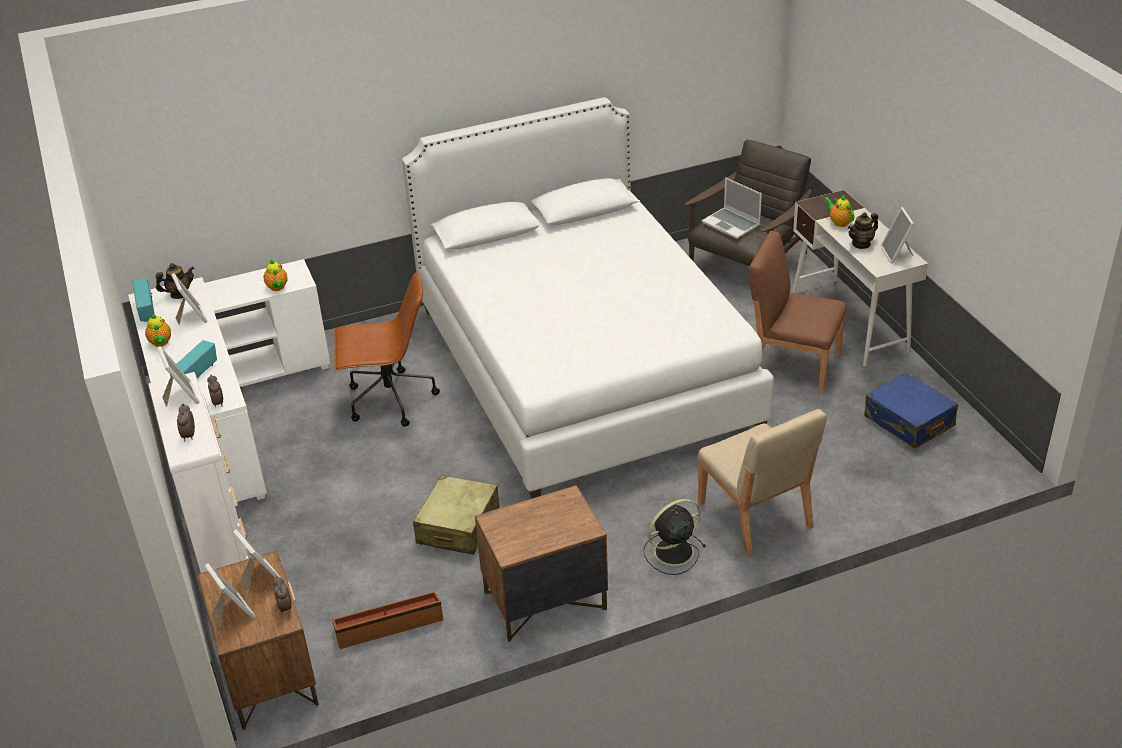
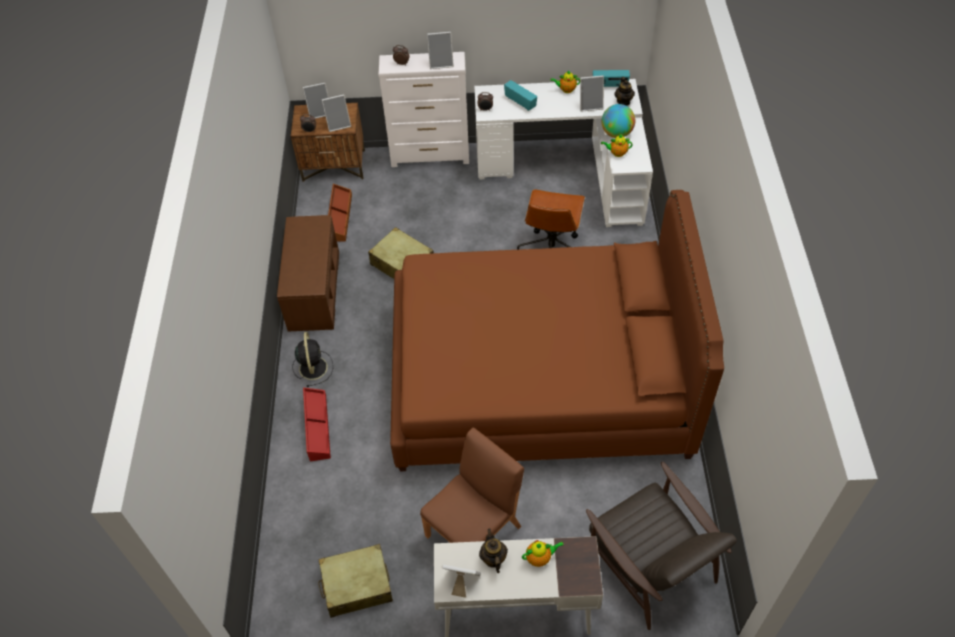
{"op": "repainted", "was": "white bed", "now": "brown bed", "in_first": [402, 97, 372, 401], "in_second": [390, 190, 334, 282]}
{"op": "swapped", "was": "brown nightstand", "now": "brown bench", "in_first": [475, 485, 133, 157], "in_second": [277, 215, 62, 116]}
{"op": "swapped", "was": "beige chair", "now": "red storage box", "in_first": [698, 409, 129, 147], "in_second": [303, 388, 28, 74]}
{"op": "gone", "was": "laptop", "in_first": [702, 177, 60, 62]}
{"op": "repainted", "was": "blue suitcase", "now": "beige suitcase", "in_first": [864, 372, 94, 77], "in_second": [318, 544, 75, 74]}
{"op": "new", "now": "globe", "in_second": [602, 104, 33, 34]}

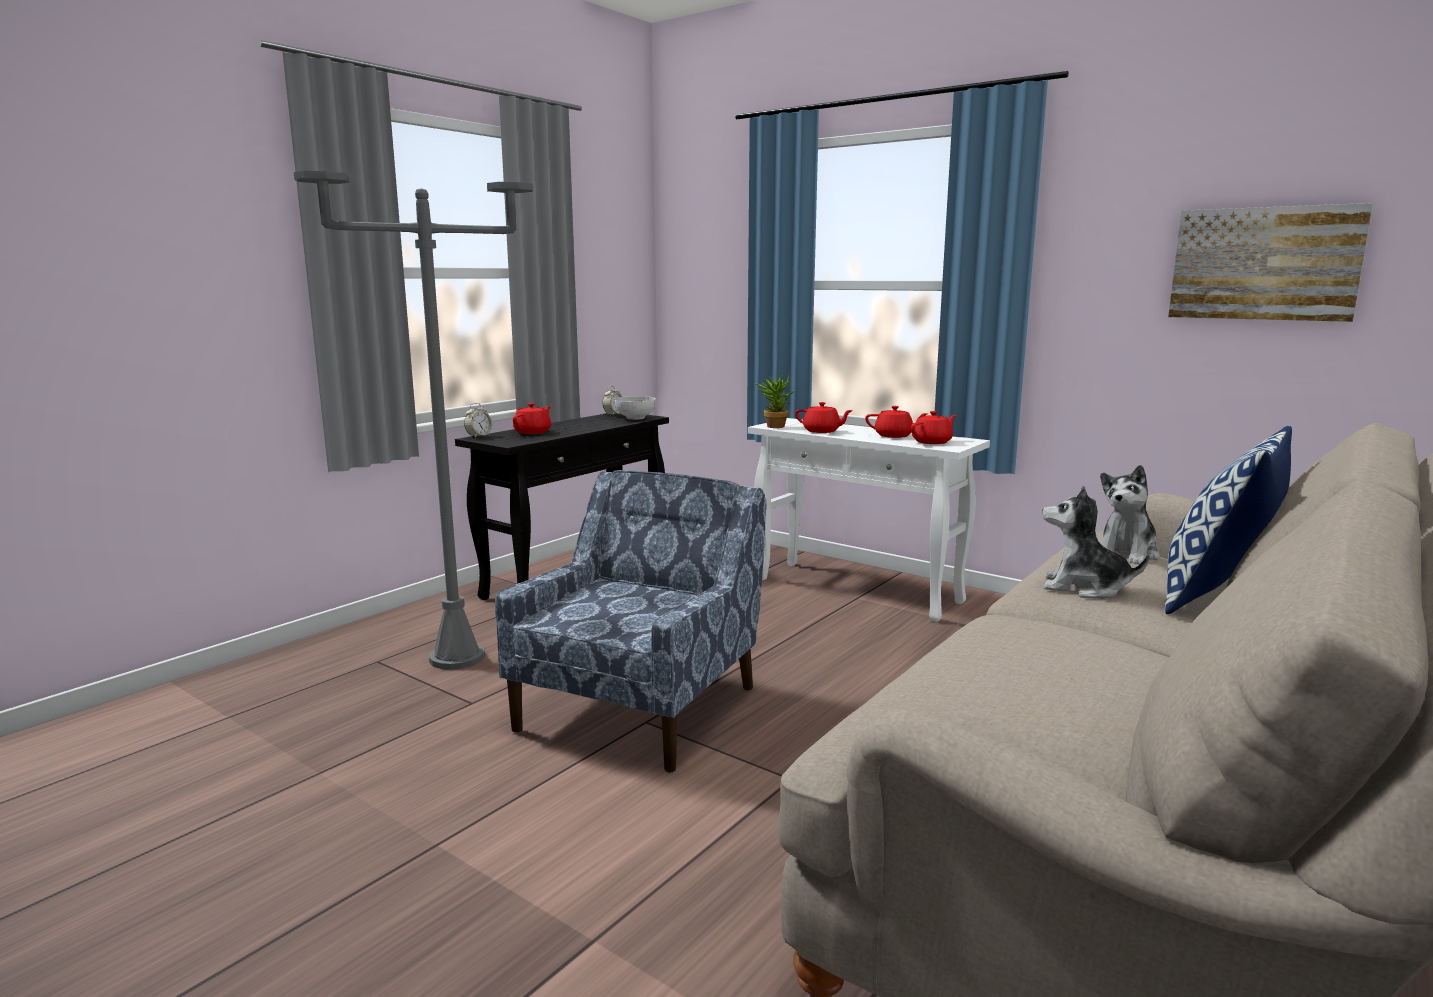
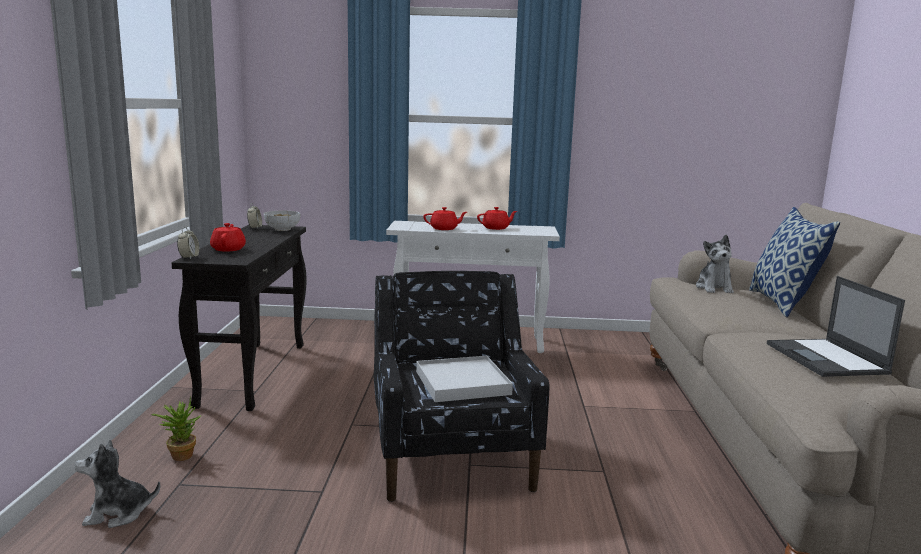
{"op": "gone", "was": "grey floor lamp", "in_first": [293, 171, 240, 499]}
{"op": "repainted", "was": "blue armchair", "now": "black armchair", "in_first": [495, 470, 272, 303], "in_second": [374, 271, 176, 231]}
{"op": "shifted", "was": "potted plant", "in_first": [755, 375, 39, 53], "in_second": [151, 396, 50, 65]}
{"op": "gone", "was": "red teapot", "in_first": [911, 411, 45, 33]}
{"op": "shifted", "was": "plush toy", "in_first": [1042, 486, 108, 112], "in_second": [75, 440, 85, 88]}
{"op": "gone", "was": "picture", "in_first": [1168, 203, 205, 119]}
{"op": "new", "now": "white tray", "in_second": [416, 356, 97, 46]}
{"op": "new", "now": "laptop", "in_second": [767, 276, 138, 101]}

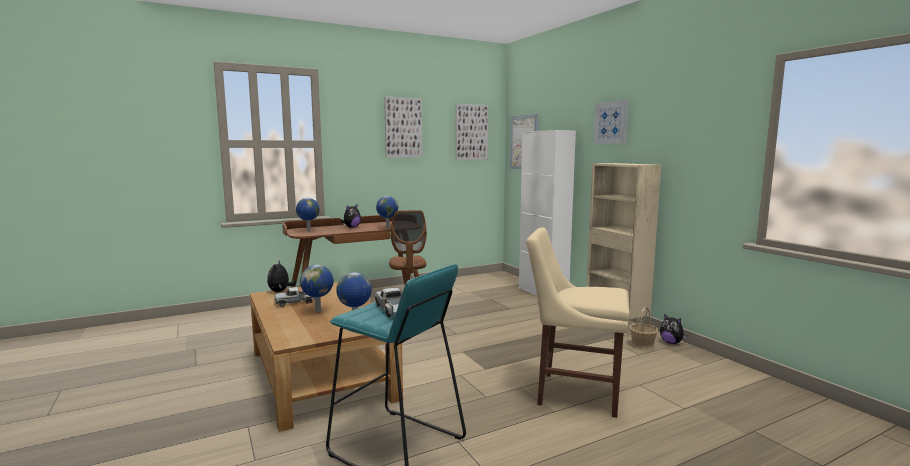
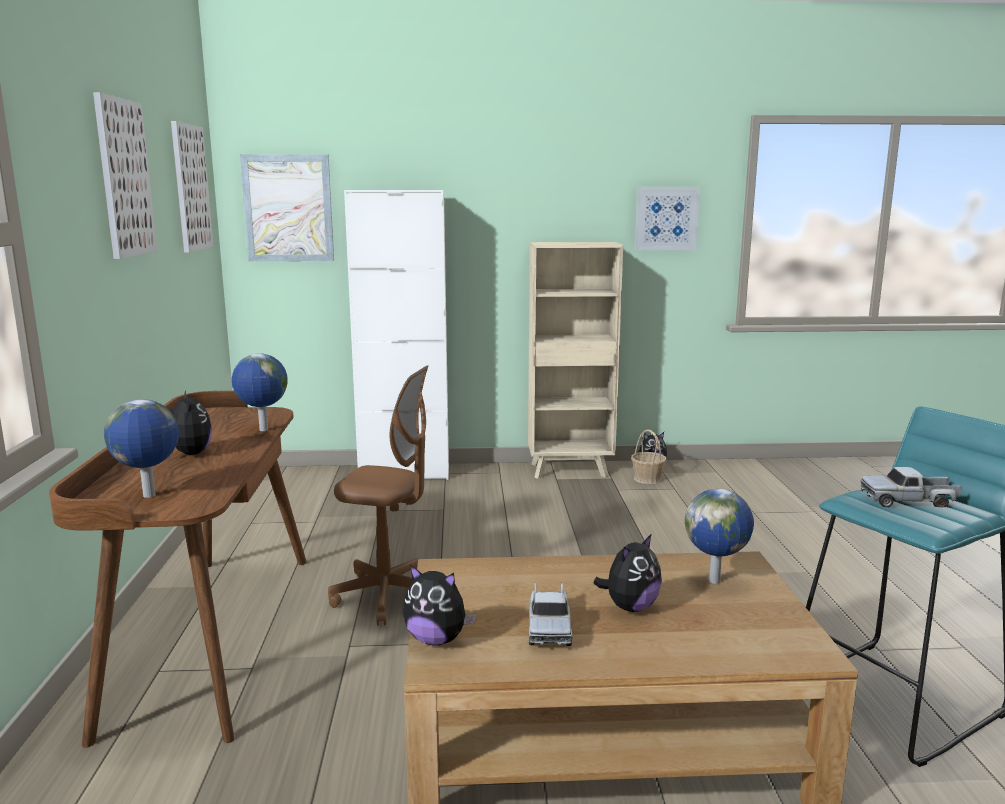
{"op": "swapped", "was": "globe", "now": "plush toy", "in_first": [300, 265, 34, 47], "in_second": [593, 533, 69, 79]}
{"op": "gone", "was": "beige chair", "in_first": [526, 227, 104, 191]}
{"op": "shifted", "was": "picture", "in_first": [594, 100, 35, 44], "in_second": [635, 187, 65, 63]}

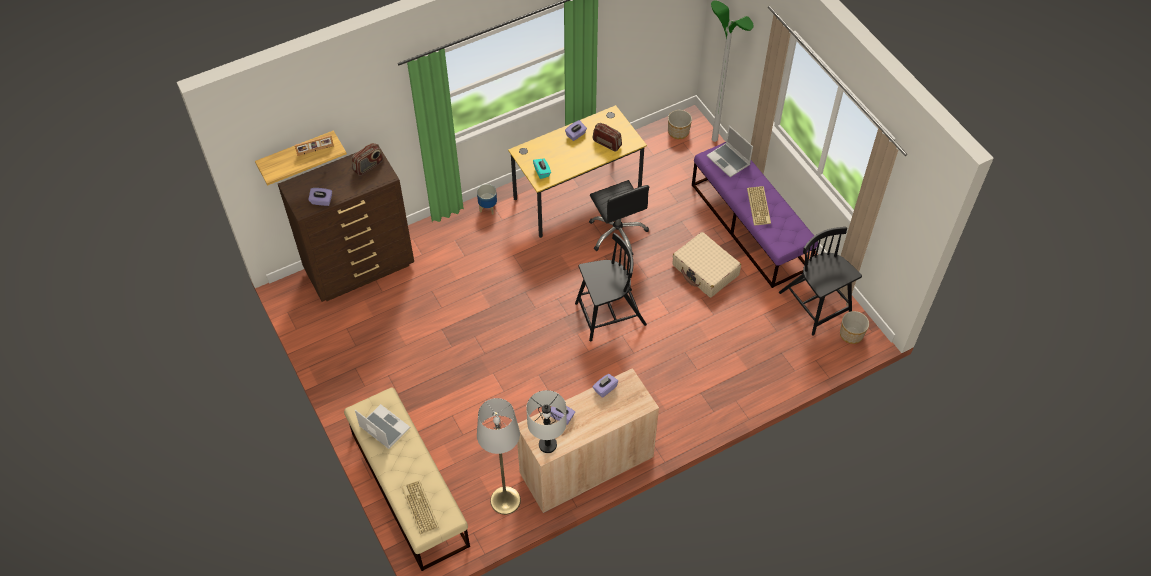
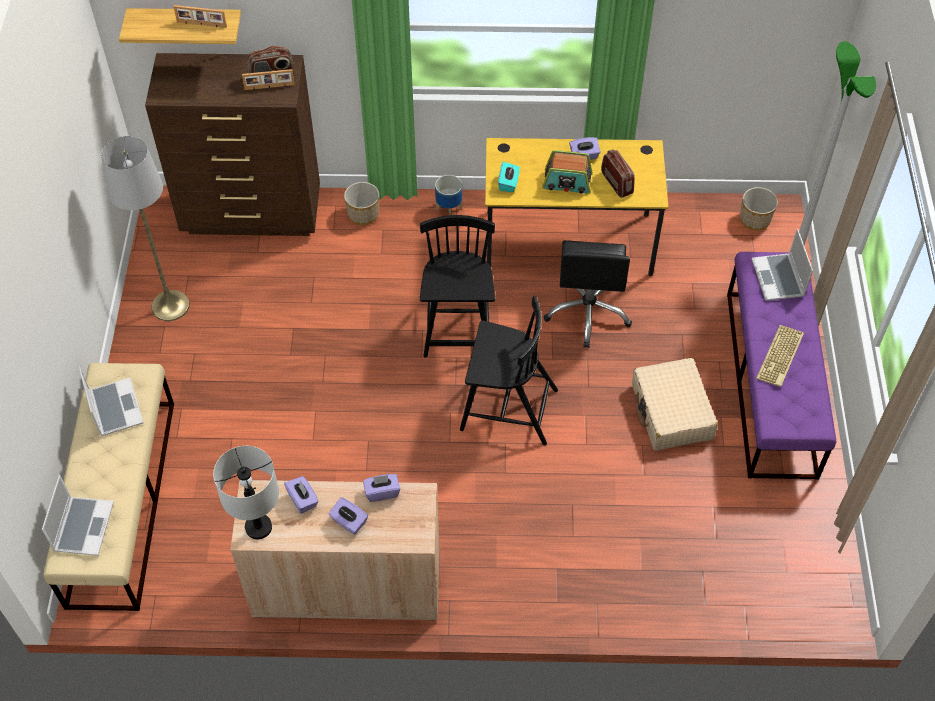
{"op": "shifted", "was": "purple tissue box", "in_first": [308, 188, 24, 18], "in_second": [329, 497, 39, 38]}
{"op": "swapped", "was": "keyboard", "now": "laptop", "in_first": [402, 480, 37, 54], "in_second": [42, 475, 72, 81]}
{"op": "shifted", "was": "grey floor lamp", "in_first": [477, 398, 44, 117], "in_second": [101, 136, 89, 185]}
{"op": "shifted", "was": "black chair", "in_first": [779, 227, 83, 109], "in_second": [420, 215, 75, 143]}
{"op": "shifted", "was": "planter", "in_first": [840, 311, 29, 33], "in_second": [344, 182, 35, 43]}
{"op": "new", "now": "picture frame", "in_second": [242, 69, 53, 21]}
{"op": "new", "now": "radio", "in_second": [542, 150, 51, 44]}

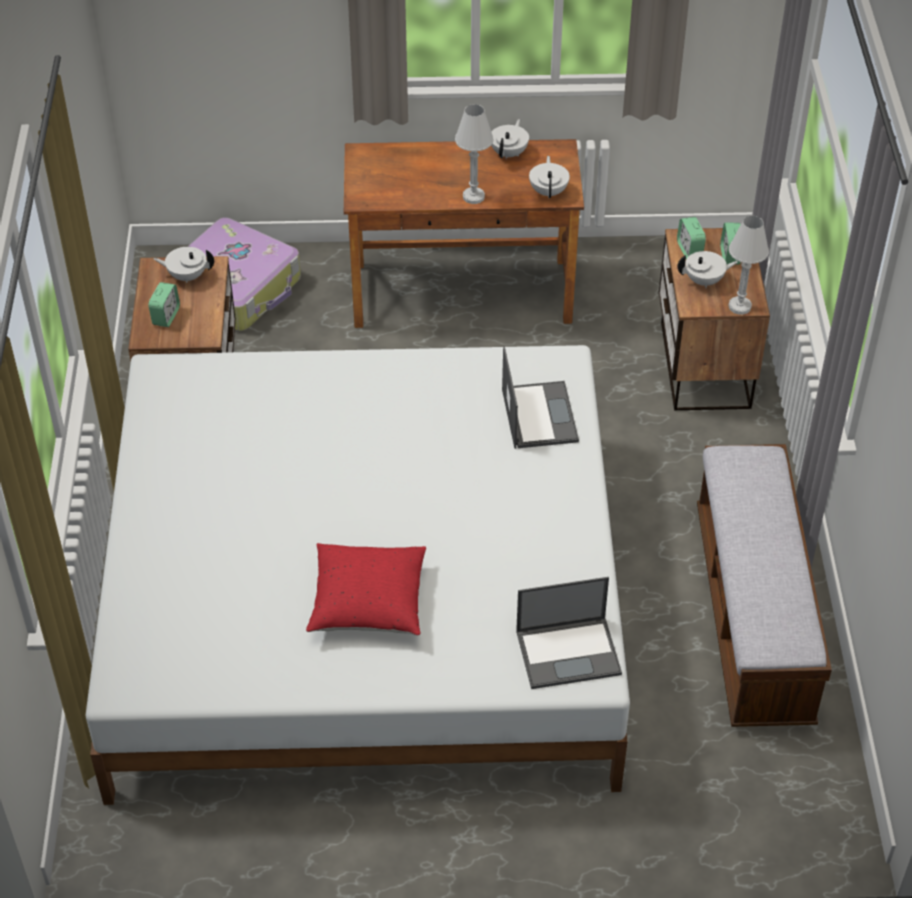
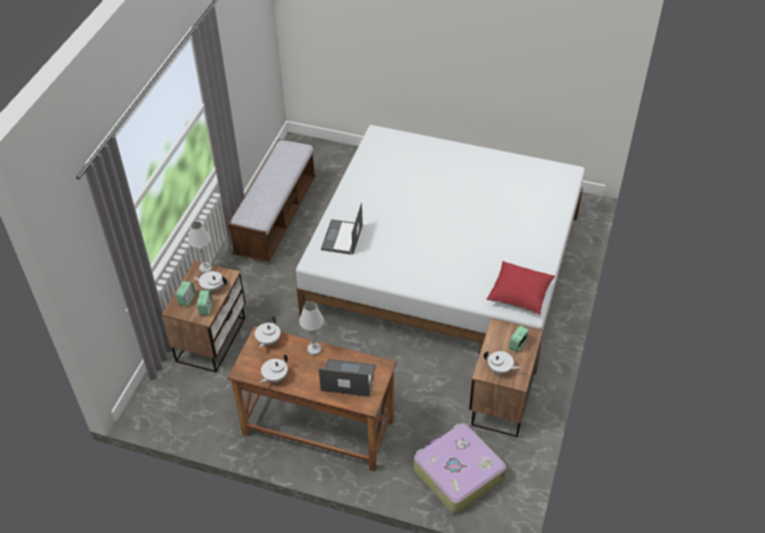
{"op": "shifted", "was": "red pillow", "in_first": [306, 543, 120, 93], "in_second": [486, 261, 69, 54]}
{"op": "shifted", "was": "laptop", "in_first": [516, 577, 106, 112], "in_second": [319, 359, 56, 38]}

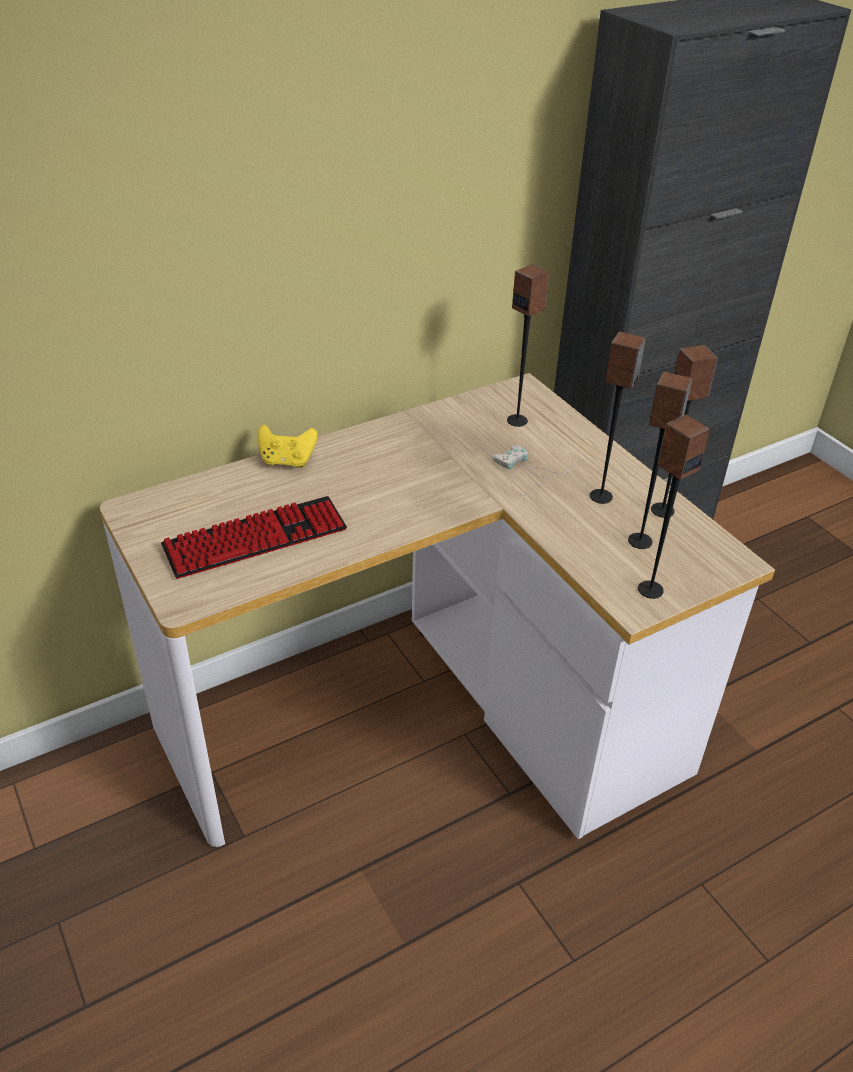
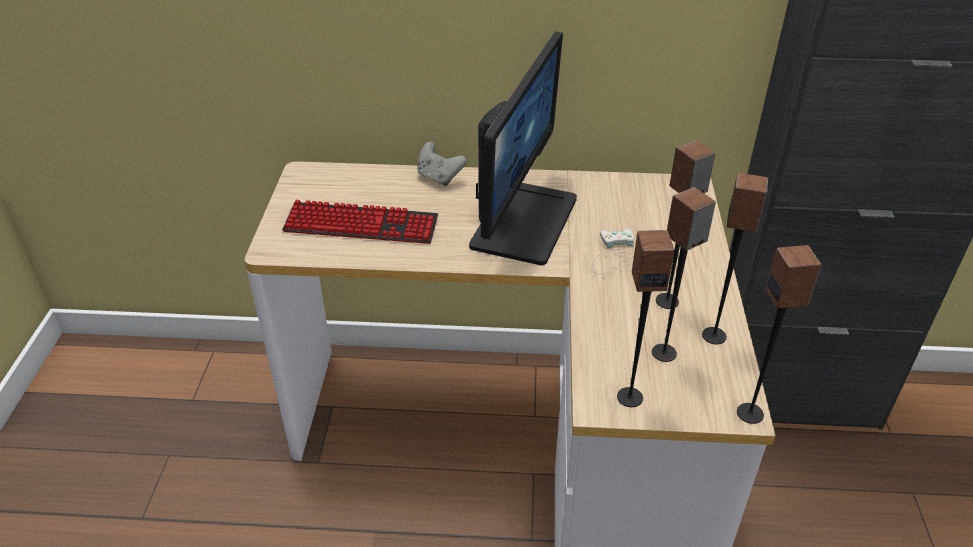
{"op": "repainted", "was": "yellow game controller", "now": "grey game controller", "in_first": [257, 424, 61, 44], "in_second": [417, 142, 50, 44]}
{"op": "shifted", "was": "speaker", "in_first": [507, 264, 42, 163], "in_second": [737, 245, 85, 179]}
{"op": "new", "now": "monitor", "in_second": [469, 31, 108, 234]}

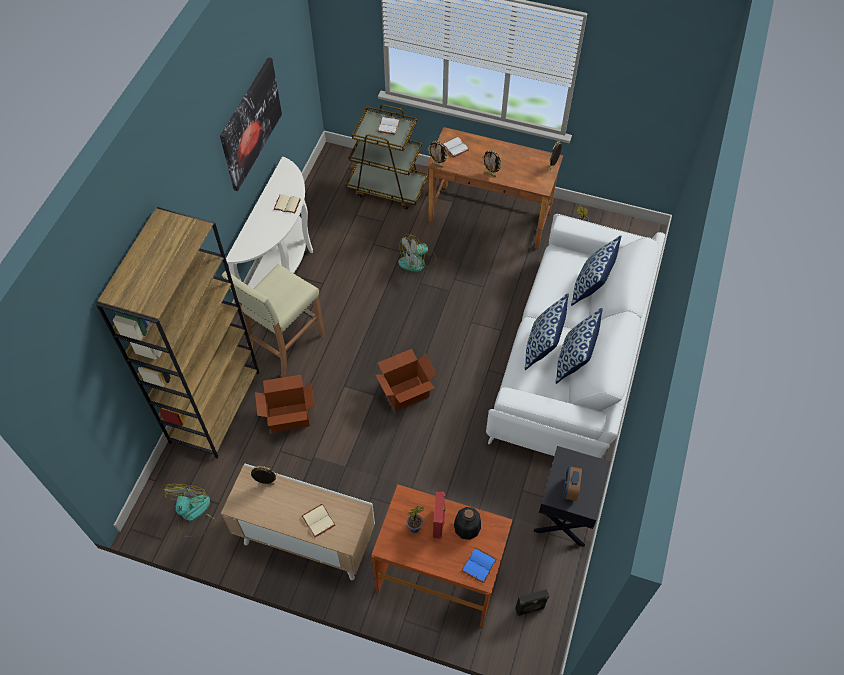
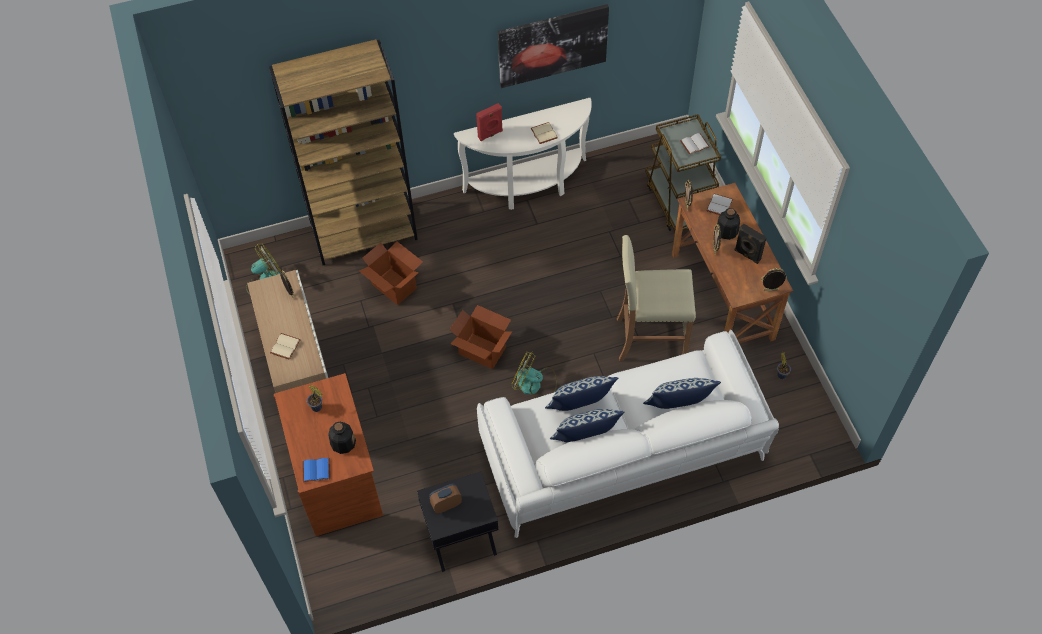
{"op": "shifted", "was": "beige stool", "in_first": [222, 264, 103, 113], "in_second": [617, 235, 79, 126]}
{"op": "shifted", "was": "fan", "in_first": [398, 234, 38, 38], "in_second": [511, 351, 46, 47]}
{"op": "shifted", "was": "red speaker", "in_first": [433, 492, 12, 47], "in_second": [476, 103, 27, 38]}
{"op": "shifted", "was": "black speaker", "in_first": [515, 589, 35, 27], "in_second": [735, 223, 32, 41]}
{"op": "new", "now": "bottle", "in_second": [717, 208, 23, 32]}

